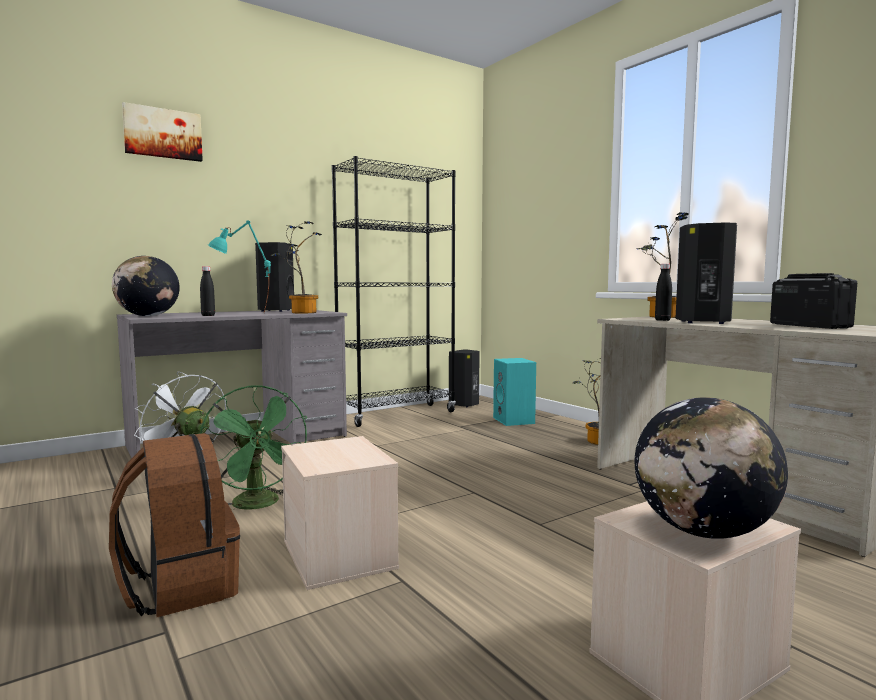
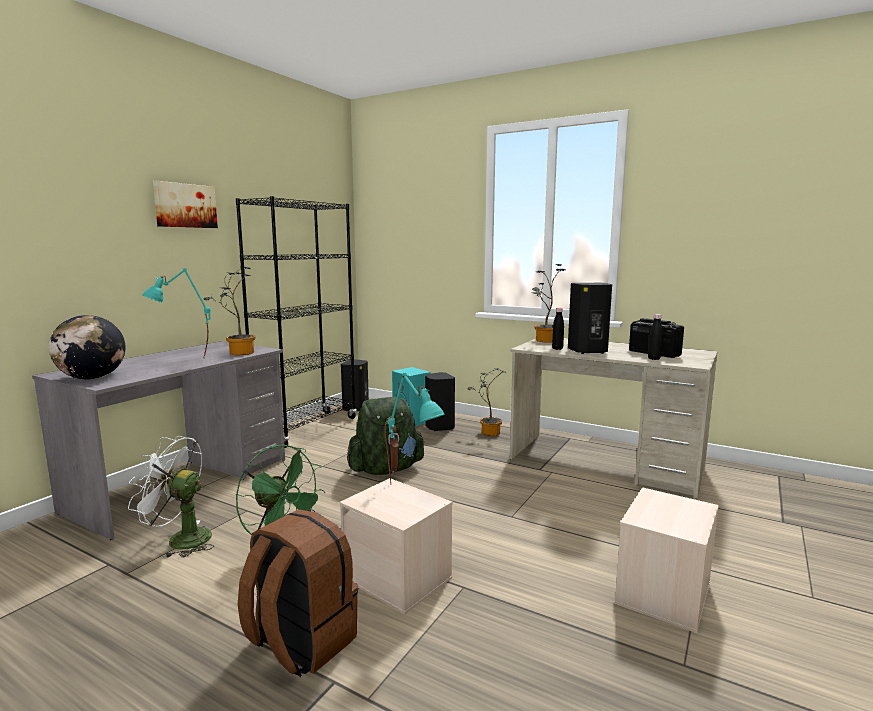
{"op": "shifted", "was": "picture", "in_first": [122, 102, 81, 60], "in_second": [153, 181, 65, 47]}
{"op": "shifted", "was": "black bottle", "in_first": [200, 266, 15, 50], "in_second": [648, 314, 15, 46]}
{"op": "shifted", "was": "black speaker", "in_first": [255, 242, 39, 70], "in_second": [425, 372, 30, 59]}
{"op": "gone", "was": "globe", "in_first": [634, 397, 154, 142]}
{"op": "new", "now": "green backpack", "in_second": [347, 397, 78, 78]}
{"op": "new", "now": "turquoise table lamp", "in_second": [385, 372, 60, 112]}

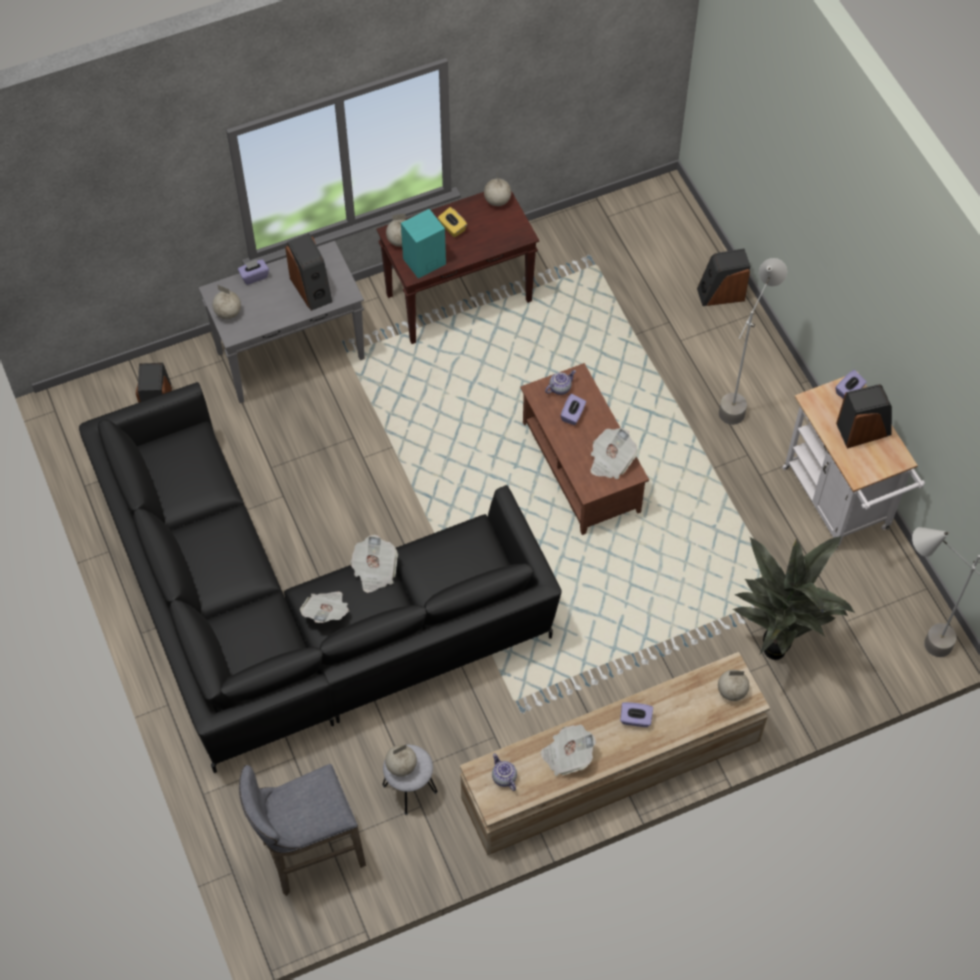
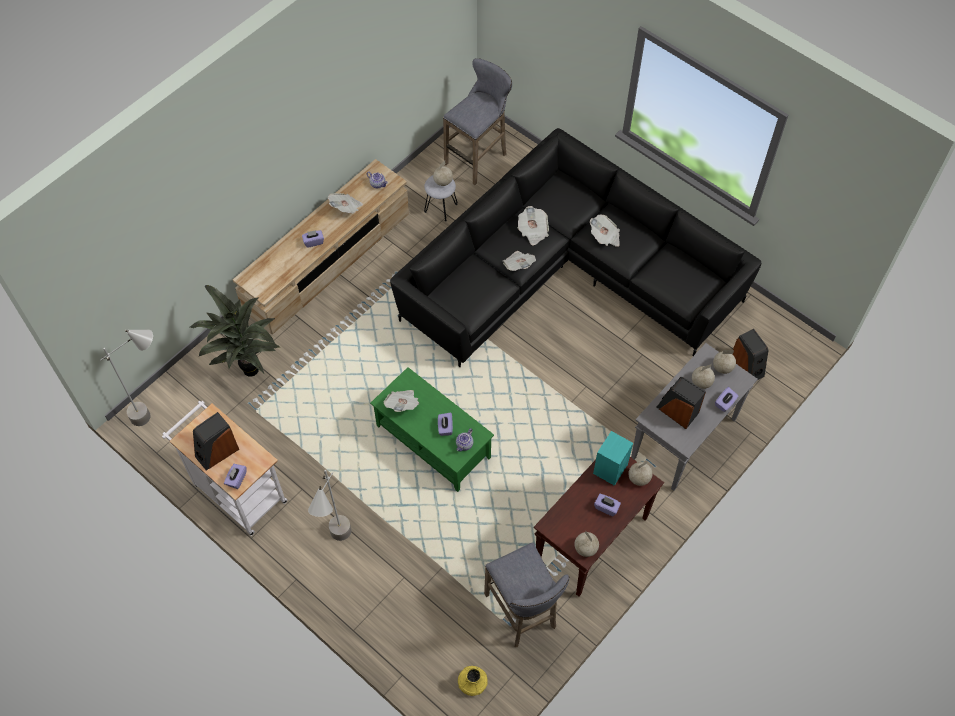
{"op": "repainted", "was": "yellow tissue box", "now": "purple tissue box", "in_first": [438, 207, 29, 30], "in_second": [594, 494, 27, 22]}
{"op": "repainted", "was": "brown coffee table", "now": "green coffee table", "in_first": [520, 363, 129, 172], "in_second": [370, 367, 124, 125]}
{"op": "gone", "was": "speaker", "in_first": [697, 249, 53, 57]}
{"op": "shifted", "was": "globe", "in_first": [718, 670, 31, 31], "in_second": [692, 364, 23, 25]}
{"op": "new", "now": "yellow vase", "in_second": [458, 666, 30, 30]}
{"op": "new", "now": "grey stool", "in_second": [484, 542, 85, 105]}
{"op": "new", "now": "newspaper", "in_second": [590, 215, 30, 32]}

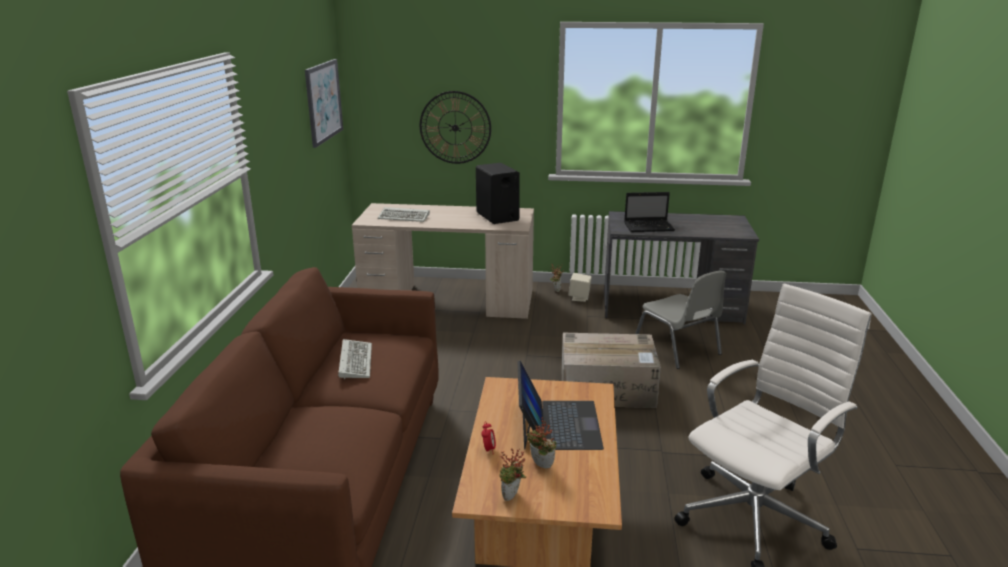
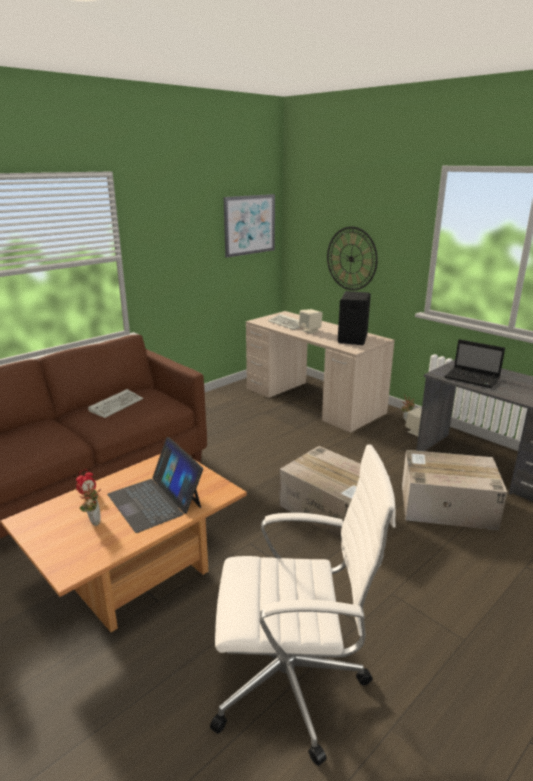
{"op": "gone", "was": "potted plant", "in_first": [500, 449, 26, 52]}
{"op": "rotated", "was": "laptop", "in_first": [517, 360, 87, 90], "in_second": [107, 437, 96, 96], "clockwise": 105}
{"op": "swapped", "was": "grey chair", "now": "cardboard box", "in_first": [635, 270, 91, 99], "in_second": [402, 450, 105, 80]}
{"op": "new", "now": "beige speaker", "in_second": [298, 309, 25, 25]}

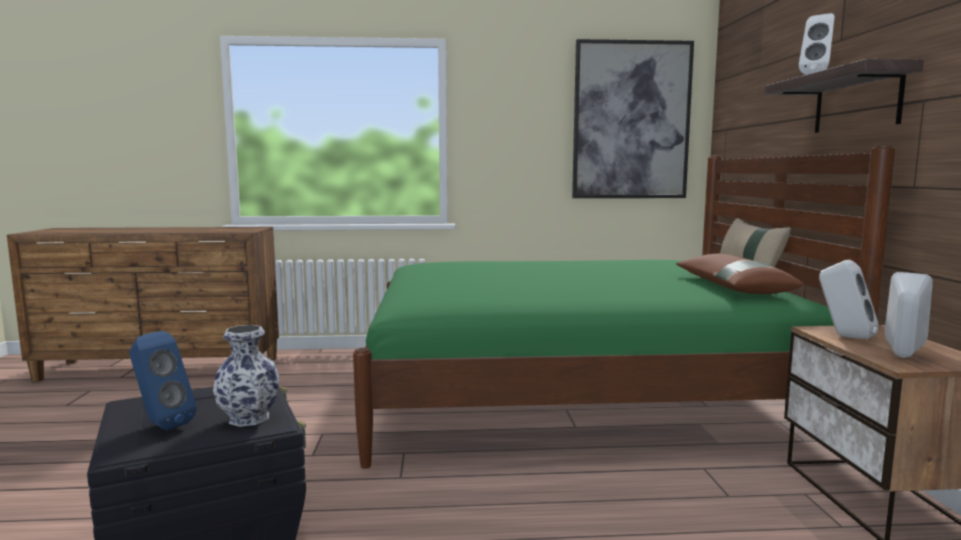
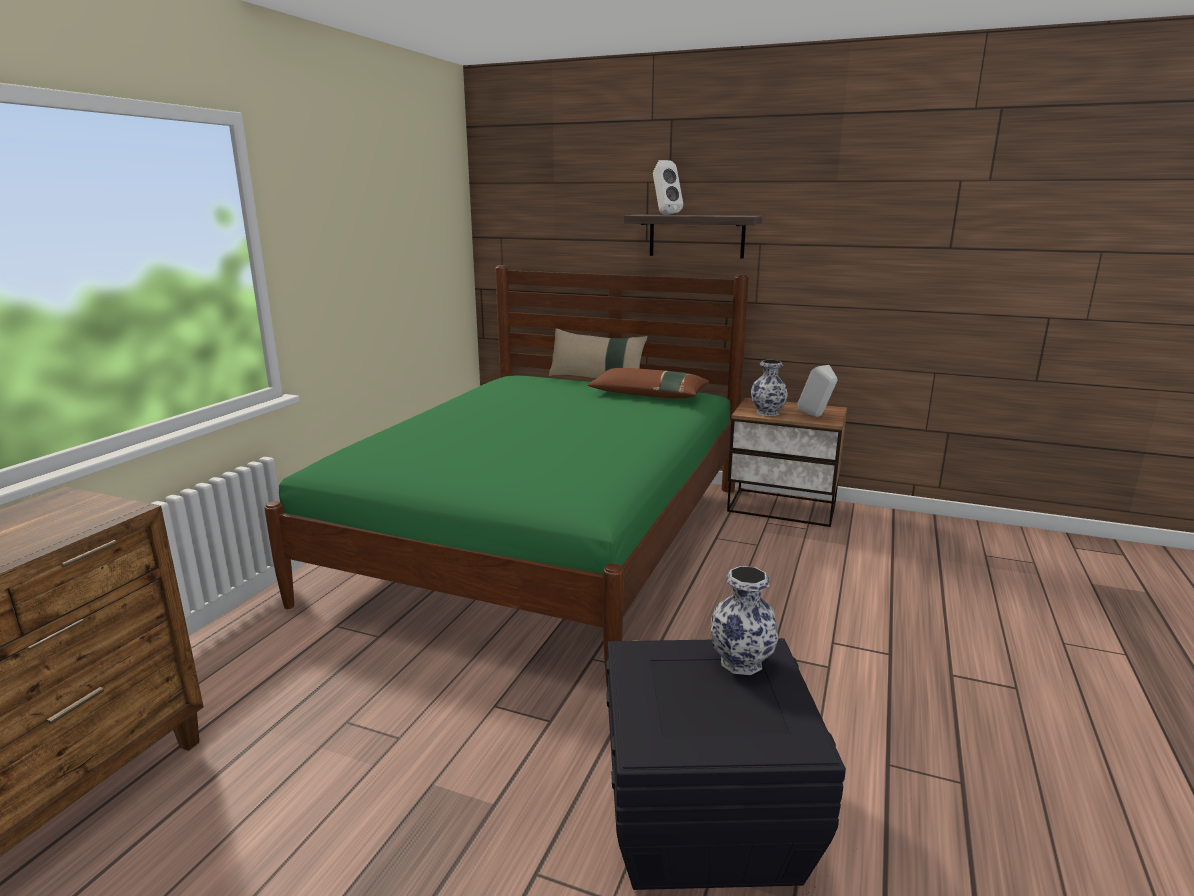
{"op": "gone", "was": "blue speaker", "in_first": [129, 331, 68, 100]}
{"op": "gone", "was": "picture", "in_first": [572, 39, 122, 159]}
{"op": "swapped", "was": "white speaker", "now": "vase", "in_first": [819, 260, 59, 79], "in_second": [751, 360, 37, 56]}

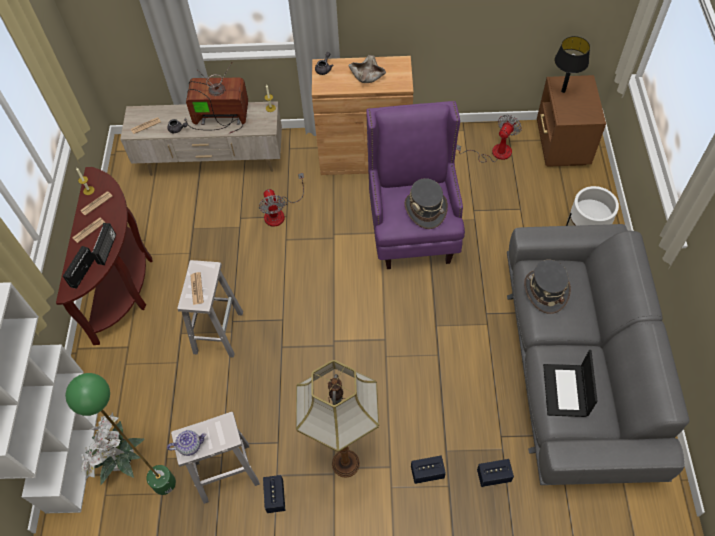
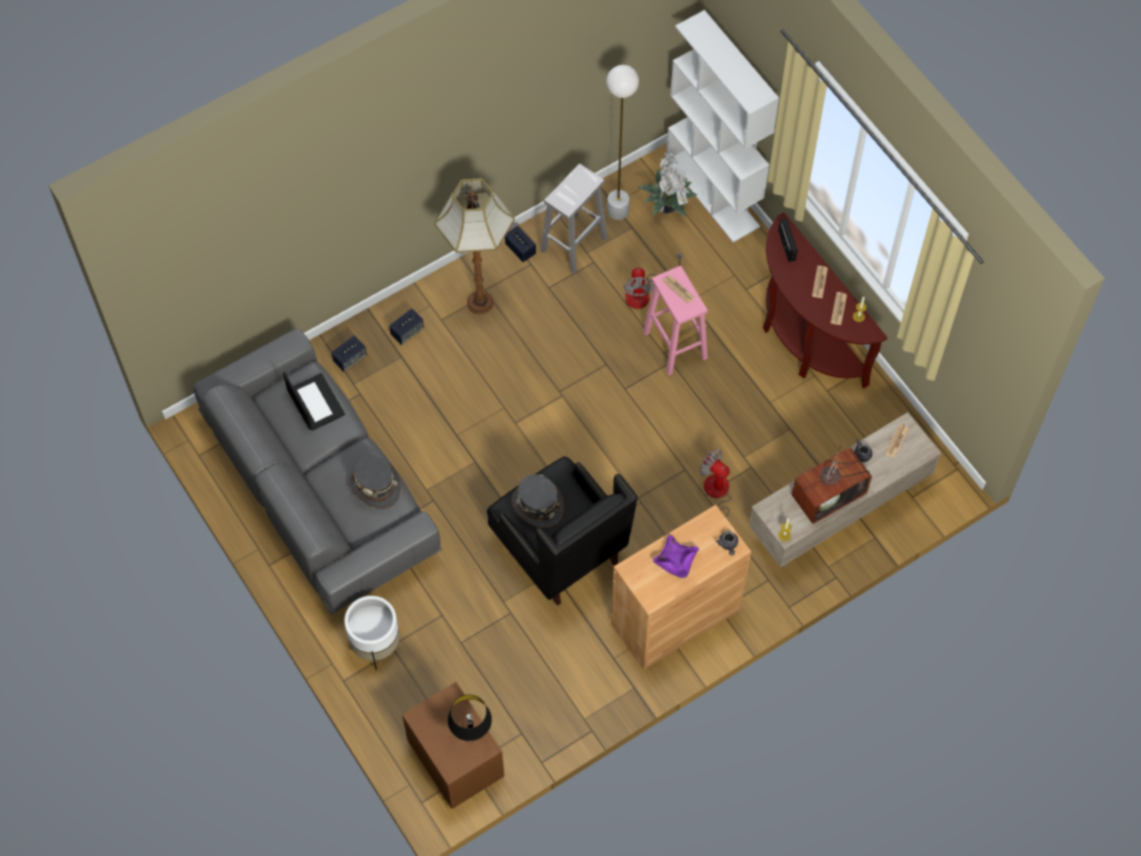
{"op": "repainted", "was": "green floor lamp", "now": "white floor lamp", "in_first": [65, 373, 111, 122], "in_second": [607, 65, 32, 155]}
{"op": "gone", "was": "radio", "in_first": [91, 223, 25, 42]}
{"op": "gone", "was": "teapot", "in_first": [167, 430, 40, 26]}
{"op": "repainted", "was": "white stool", "now": "pink stool", "in_first": [177, 260, 66, 98], "in_second": [643, 266, 65, 110]}
{"op": "repainted", "was": "beige bowl", "now": "purple bowl", "in_first": [348, 55, 38, 28], "in_second": [653, 535, 46, 43]}
{"op": "repainted", "was": "purple armchair", "now": "black armchair", "in_first": [366, 101, 99, 168], "in_second": [487, 456, 151, 150]}
{"op": "shifted", "was": "fan", "in_first": [456, 115, 66, 47], "in_second": [623, 254, 60, 55]}

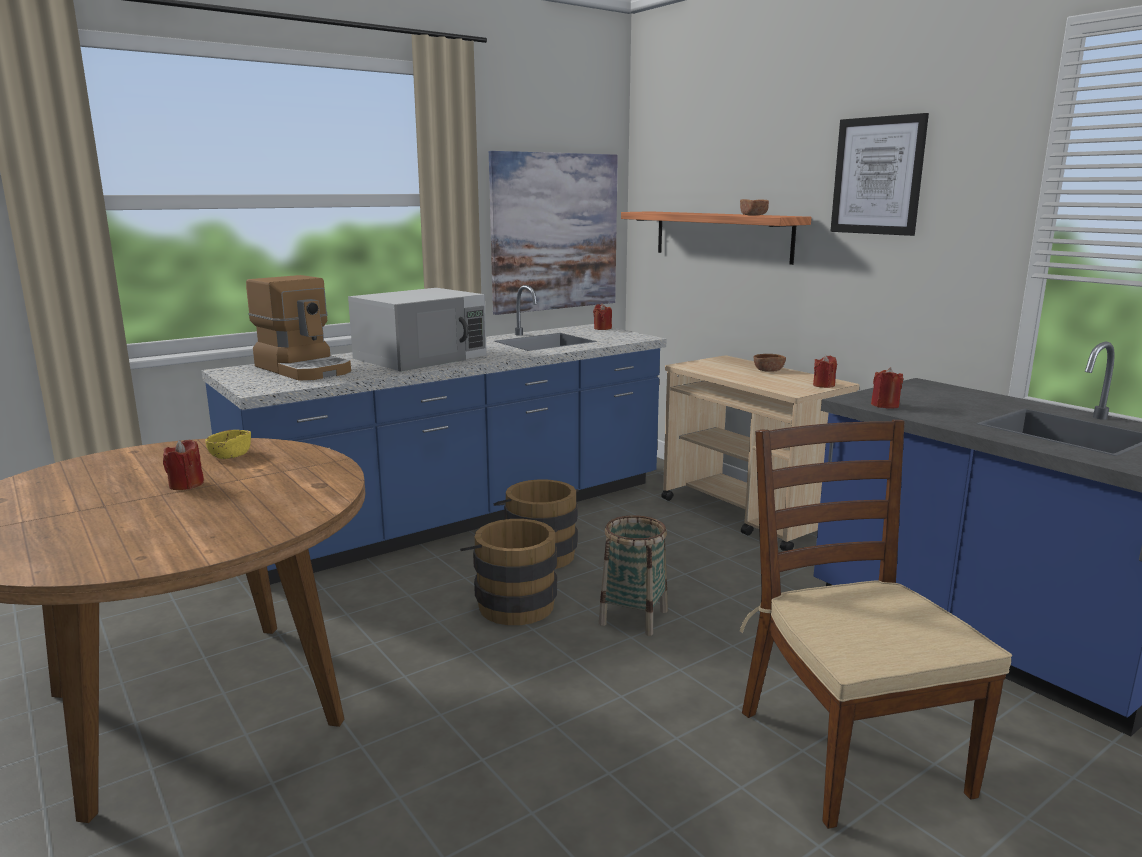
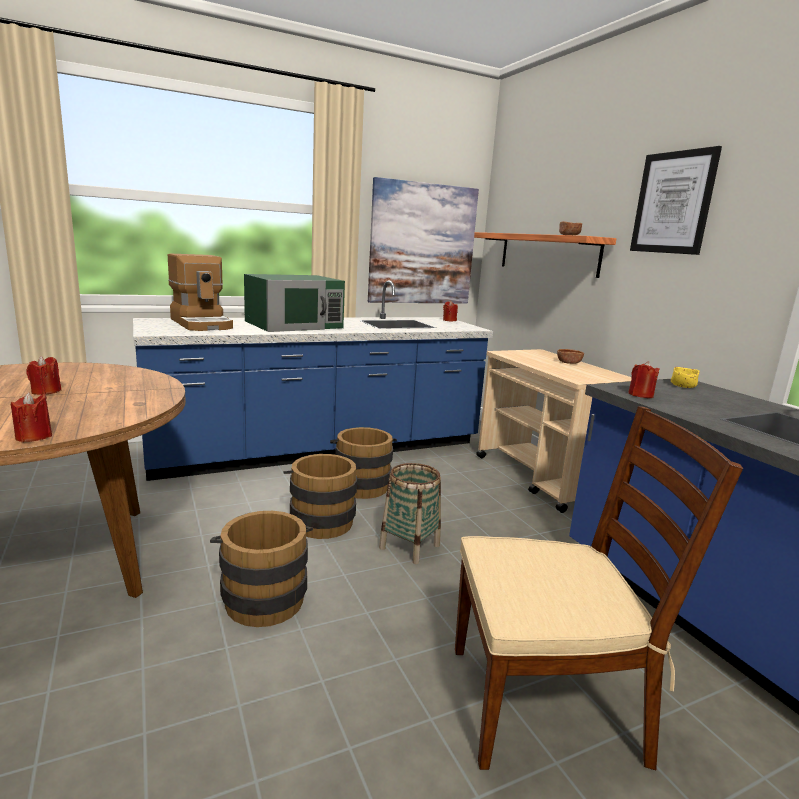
{"op": "shifted", "was": "yellow bowl", "in_first": [205, 430, 46, 29], "in_second": [671, 367, 28, 21]}
{"op": "repainted", "was": "white microwave", "now": "green microwave", "in_first": [348, 288, 139, 84], "in_second": [244, 274, 101, 58]}
{"op": "rotated", "was": "brown chair", "in_first": [740, 420, 272, 409], "in_second": [455, 406, 288, 364], "clockwise": 90}
{"op": "shifted", "was": "red candle", "in_first": [813, 355, 24, 33], "in_second": [11, 393, 41, 49]}
{"op": "new", "now": "brown bucket", "in_second": [210, 511, 103, 116]}

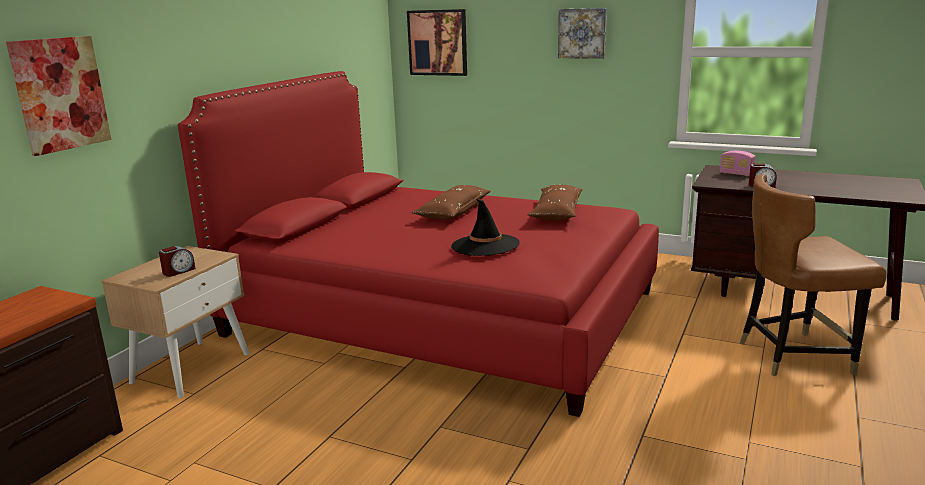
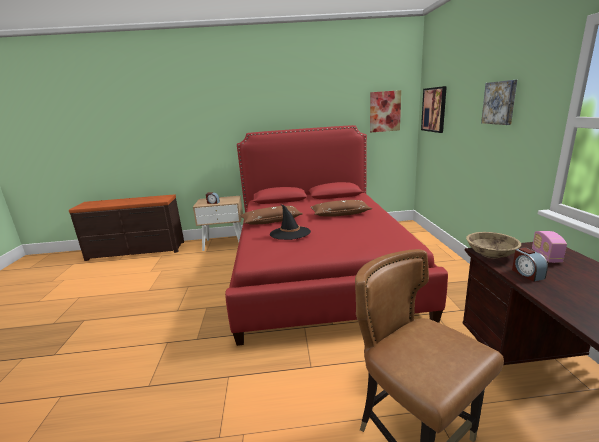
{"op": "shifted", "was": "picture", "in_first": [6, 36, 105, 120], "in_second": [370, 90, 31, 42]}
{"op": "shifted", "was": "brown pillow", "in_first": [528, 185, 55, 36], "in_second": [240, 206, 63, 19]}
{"op": "new", "now": "beige bowl", "in_second": [466, 232, 55, 26]}

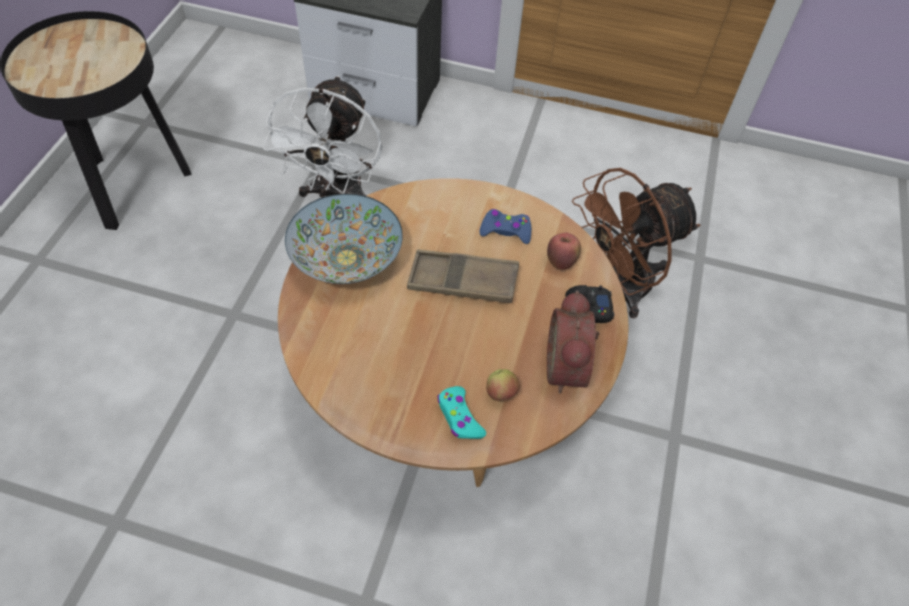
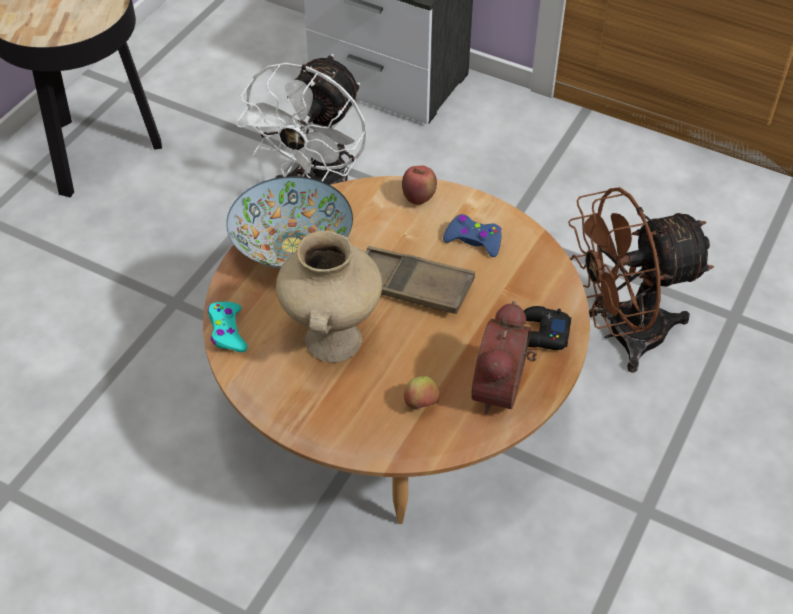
{"op": "shifted", "was": "turquoise game controller", "in_first": [437, 386, 49, 53], "in_second": [208, 302, 40, 50]}
{"op": "shifted", "was": "apple", "in_first": [547, 233, 34, 37], "in_second": [402, 166, 35, 39]}
{"op": "new", "now": "beige vase", "in_second": [276, 231, 106, 132]}

